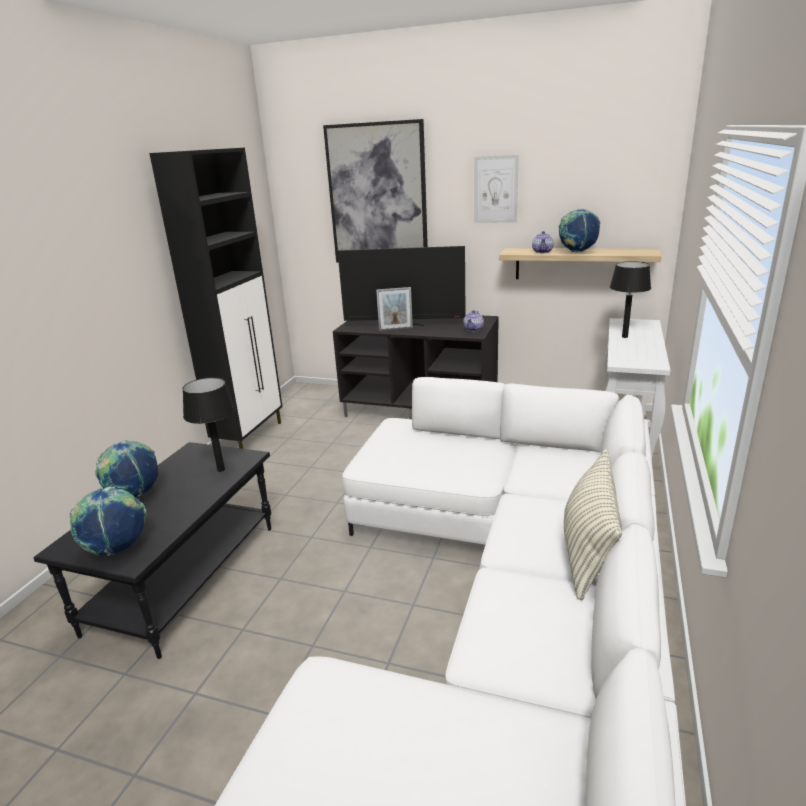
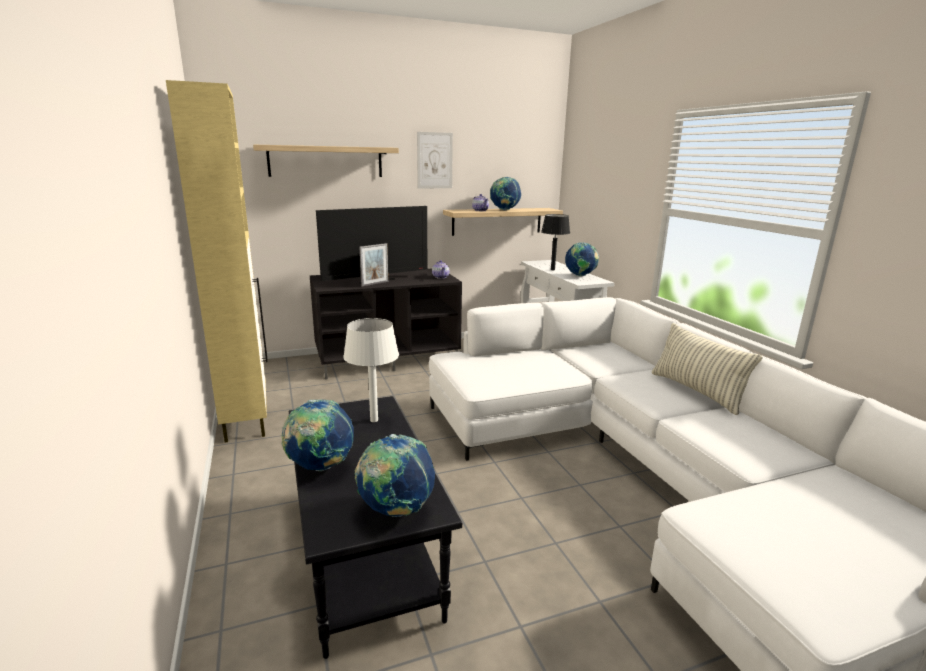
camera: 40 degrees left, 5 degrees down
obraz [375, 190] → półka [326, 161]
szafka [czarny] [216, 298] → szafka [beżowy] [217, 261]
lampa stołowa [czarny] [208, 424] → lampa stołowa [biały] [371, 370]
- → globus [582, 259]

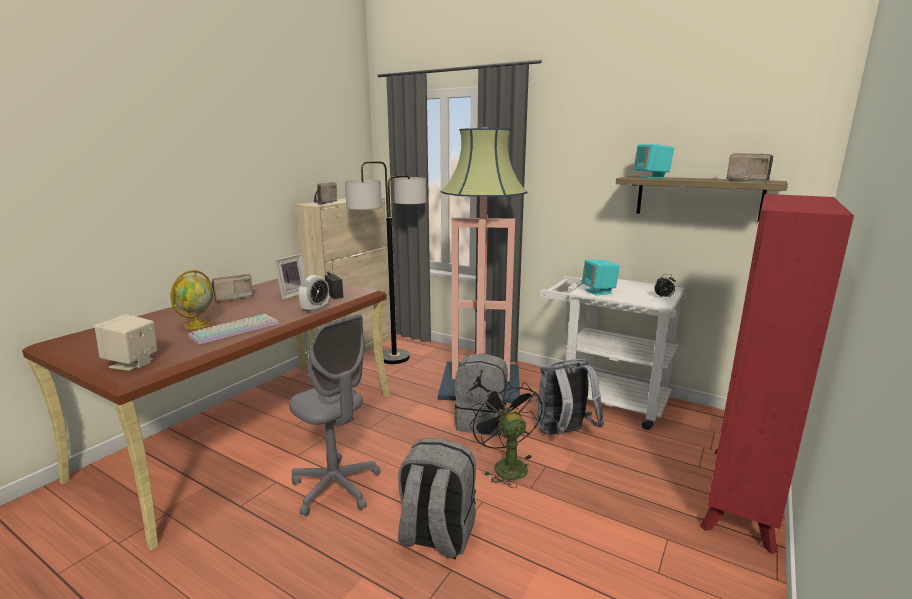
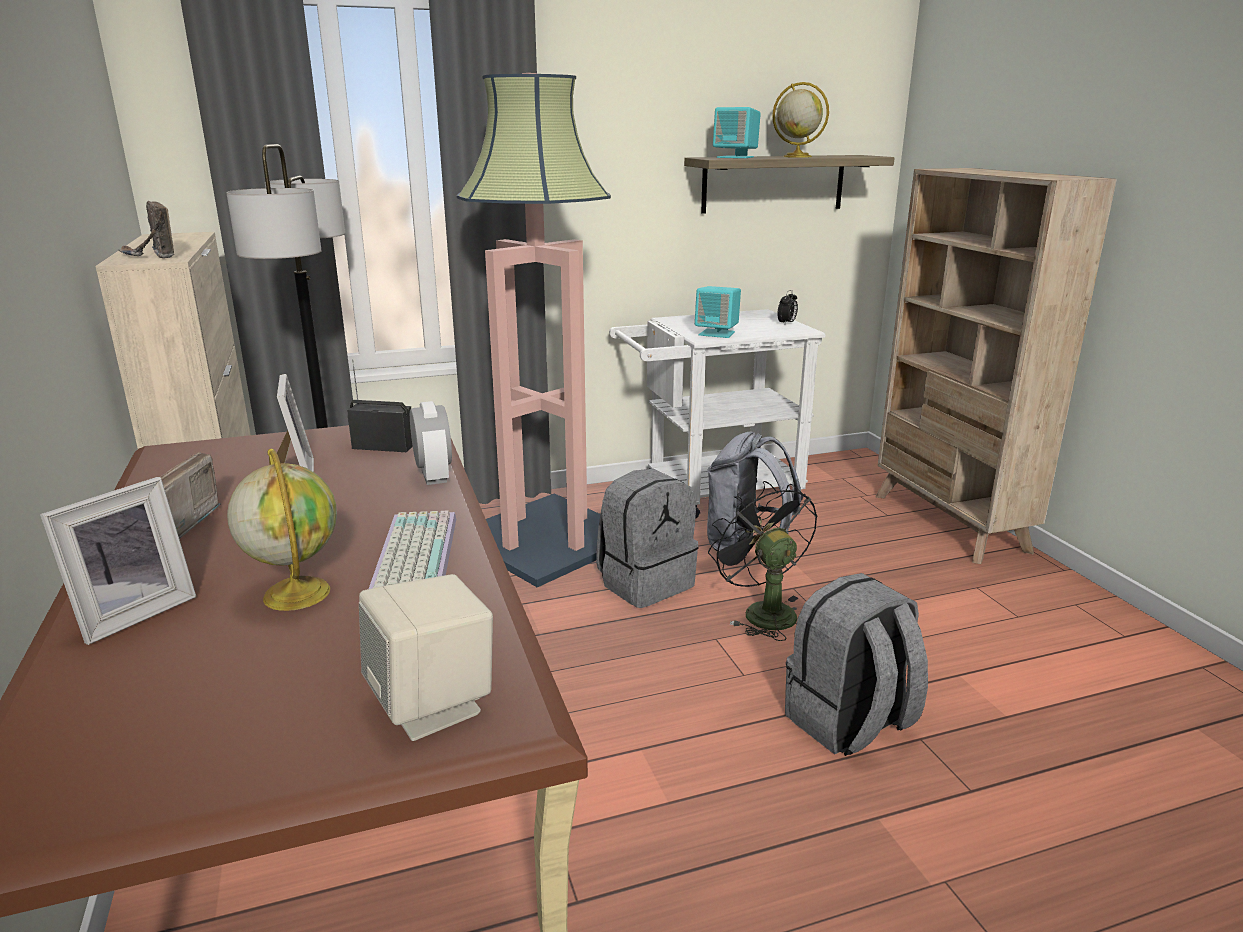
camera: 50 degrees left, 5 degrees up
radio [750, 167] → -
regał [czerwony] [777, 374] → regał [beżowy] [996, 366]
krzesło biurowe [szary] [334, 415] → -
wentylator [czarny] [506, 434] → wentylator [czarny] [762, 561], 45 degrees clockwise
- → globus [800, 120]
- → ramka na zdjęcie [118, 561]

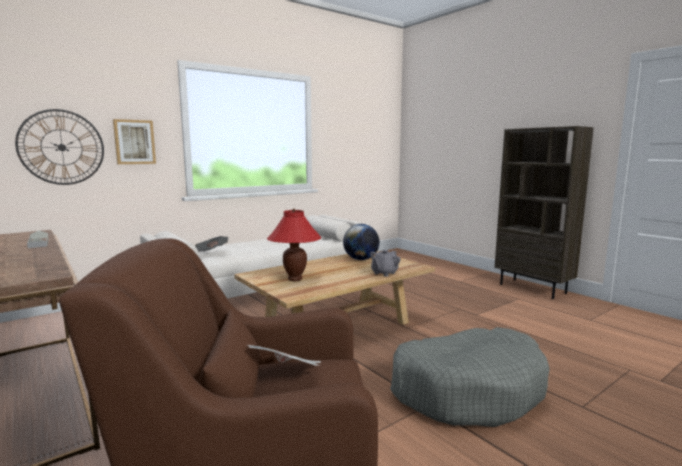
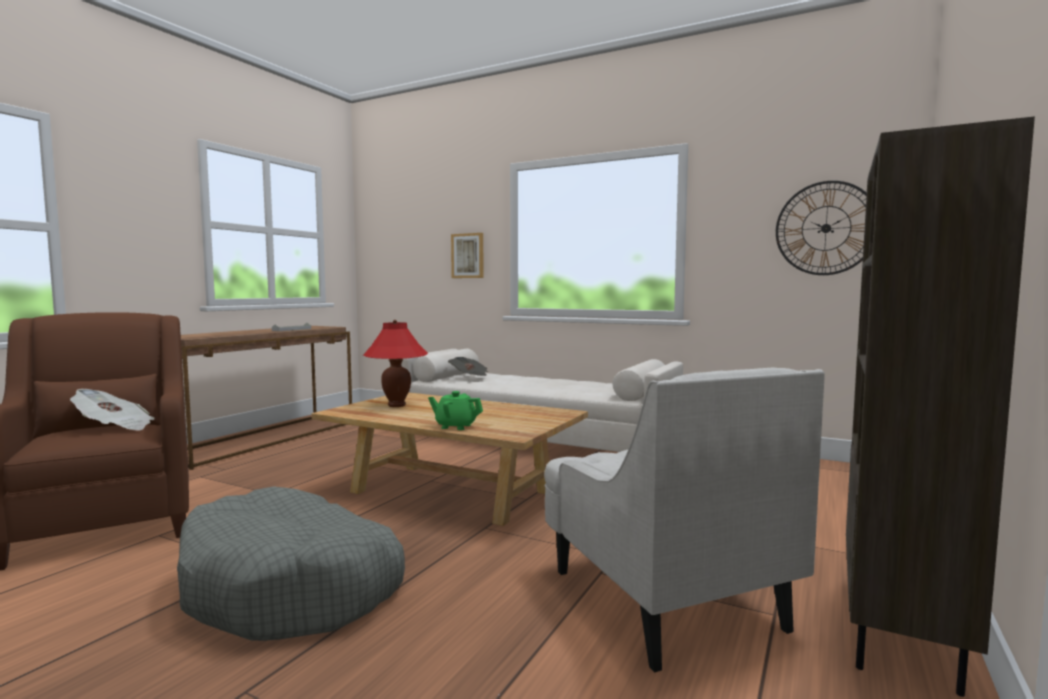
camera: 65 degrees right, 5 degrees down
zegar ścienny [59, 147] → zegar ścienny [821, 228], shifted
globus [361, 242] → -
imbryk [szary] [385, 263] → imbryk [zielony] [455, 410]
- → fotel [biały] [684, 520]

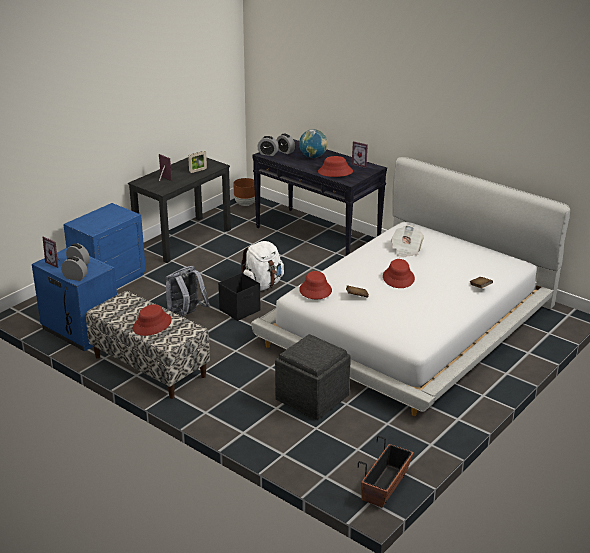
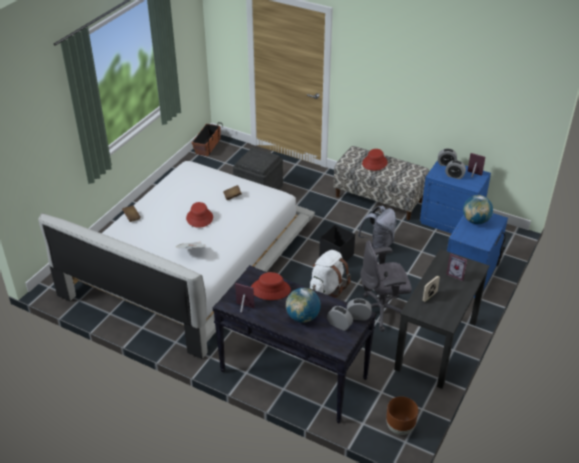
camera: 170 degrees right, 10 degrees up
kapelusz [czerwony] [315, 285] → -
- → globus [478, 209]
- → krzesło biurowe [szary] [386, 286]

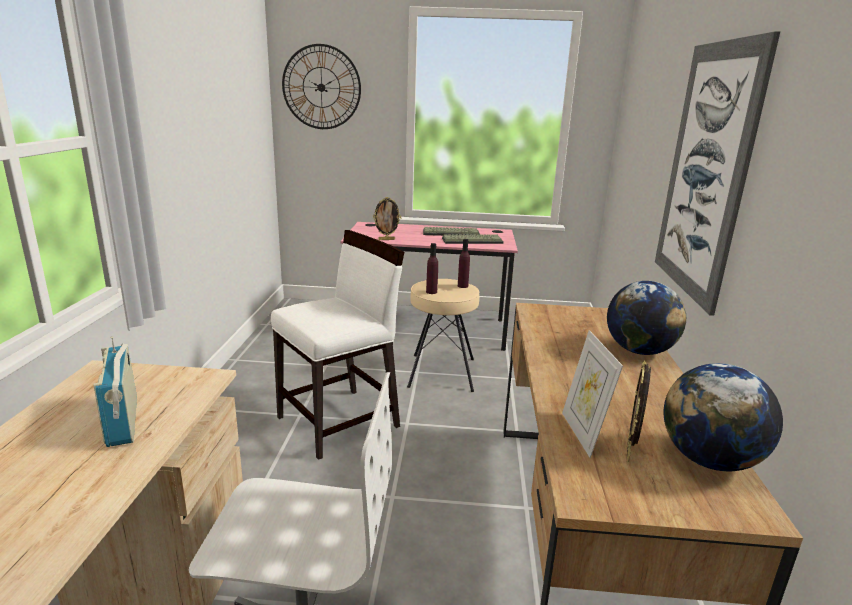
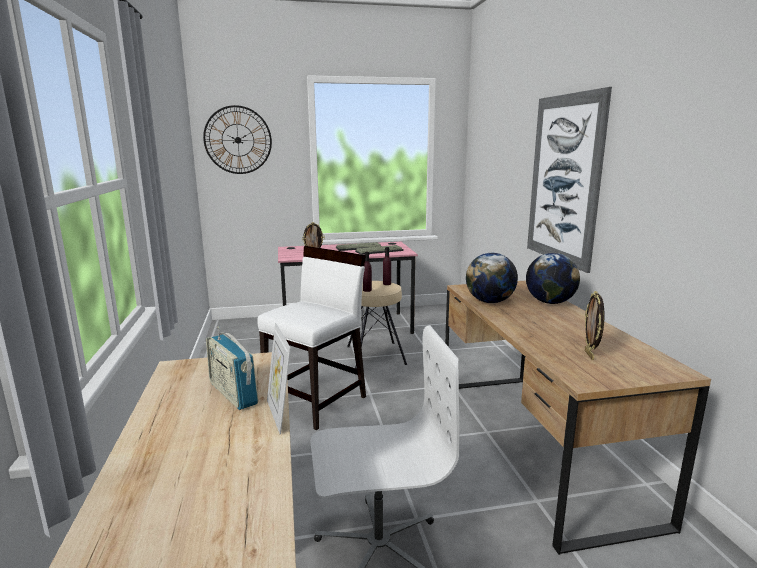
camera: 15 degrees left, 5 degrees down
ramka na zdjęcie [592, 394] → ramka na zdjęcie [279, 378], shifted
globus [723, 417] → globus [492, 278], shifted

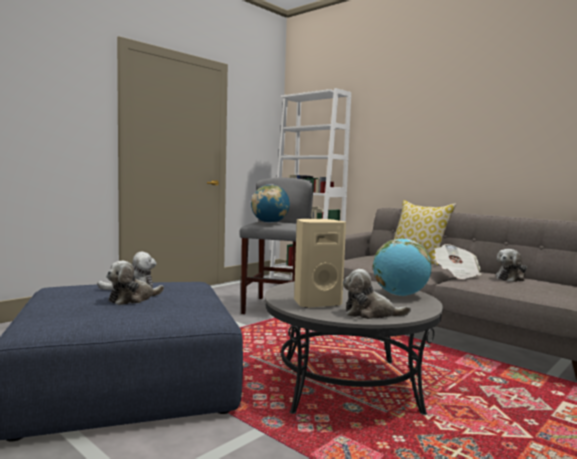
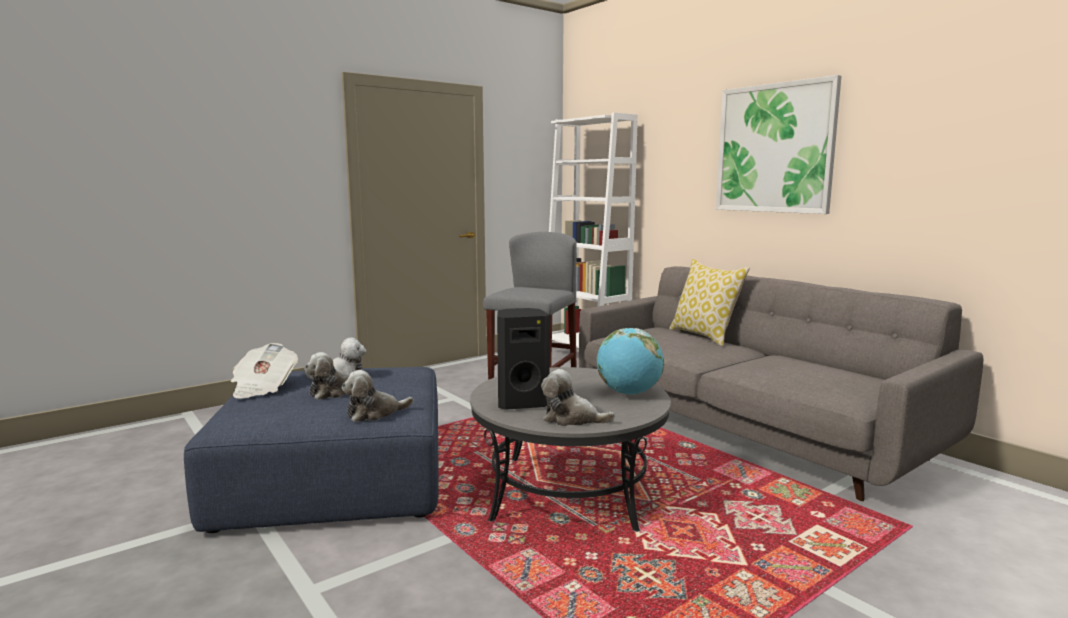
camera: 10 degrees right, 5 degrees up
globus [270, 203] → -
głośnik [beżowy] [320, 263] → głośnik [czarny] [523, 359]
gazeta [458, 261] → gazeta [264, 371], shifted
pluszak [511, 265] → pluszak [377, 396], shifted
- → obraz [778, 144]

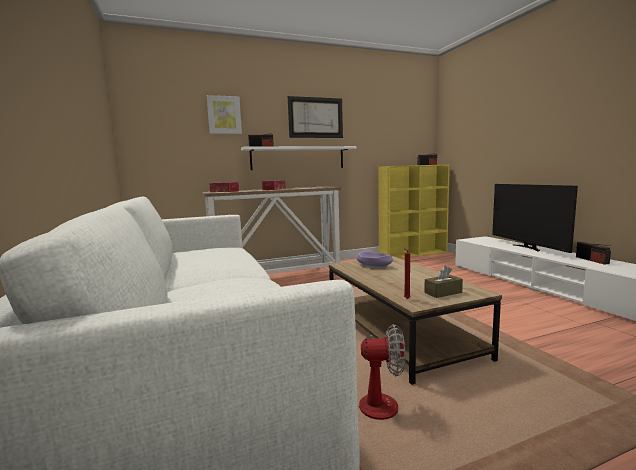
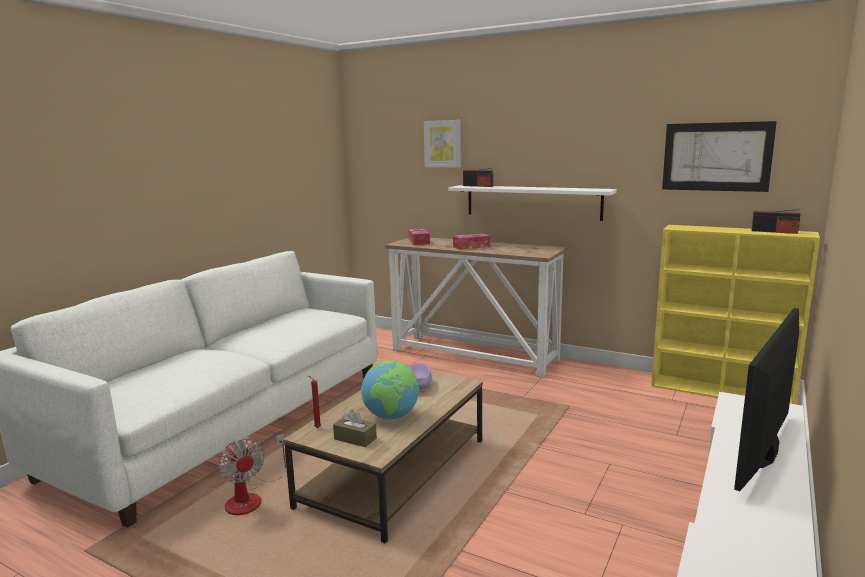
camera: 50 degrees right, 5 degrees up
obraz [315, 117] → obraz [719, 156], shifted
radio [593, 253] → -
- → globus [390, 389]

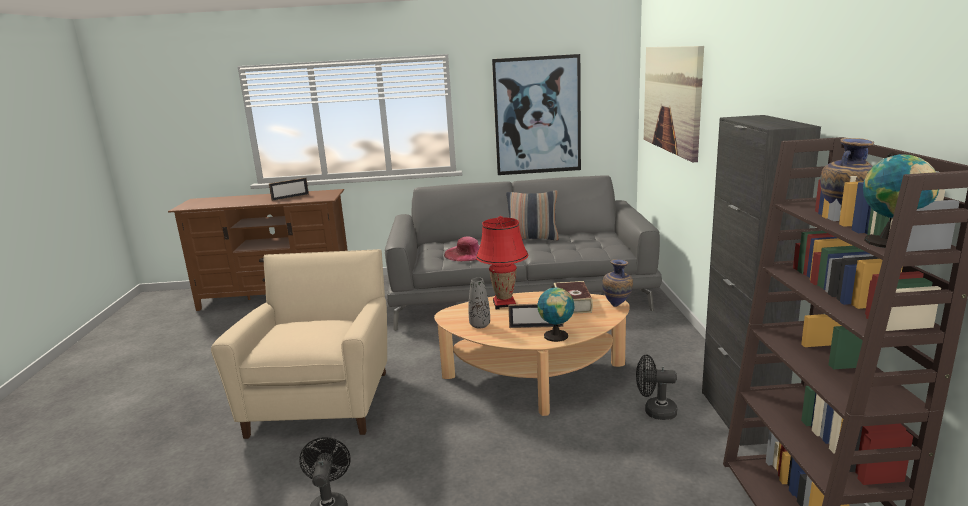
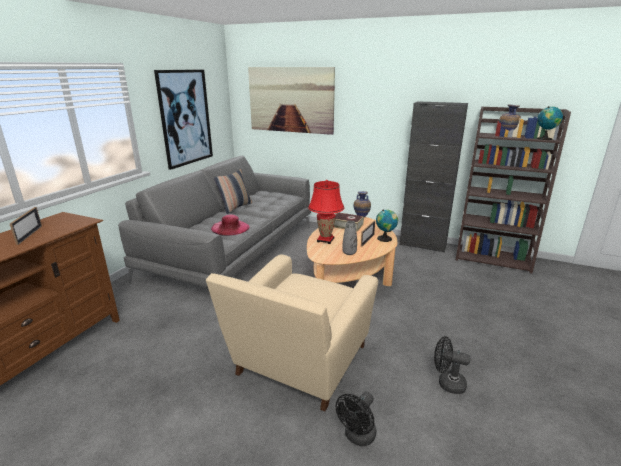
camera: 65 degrees left, 5 degrees up
fotel [beżowy] [299, 344] → fotel [beżowy] [292, 332], 90 degrees counterclockwise
wentylator [czarny] [656, 387] → wentylator [czarny] [356, 418], shifted

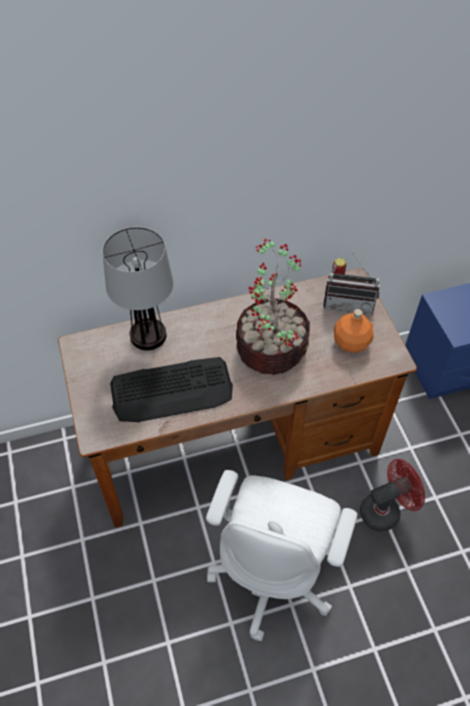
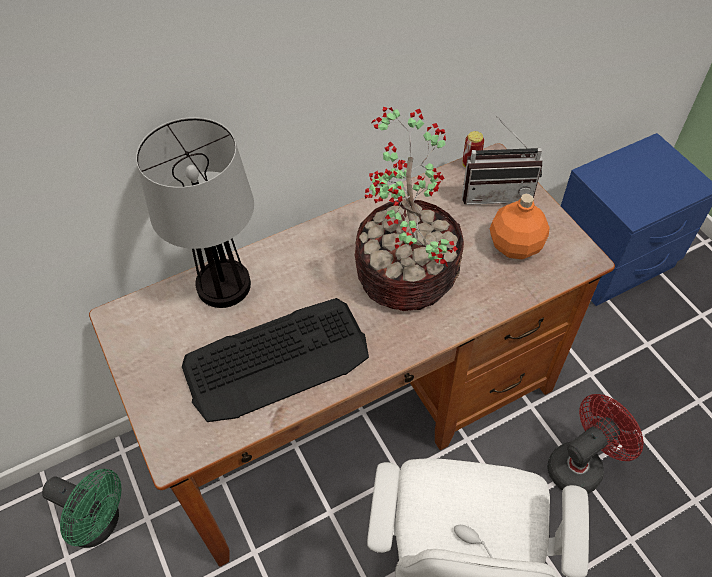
camera: 10 degrees left, 0 degrees up
- → wentylator [zielony] [81, 508]

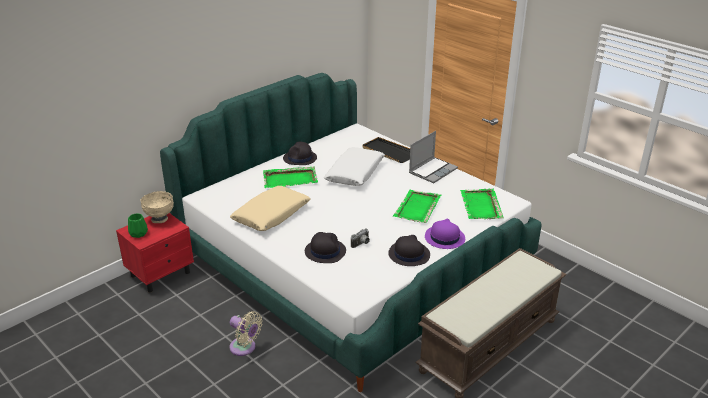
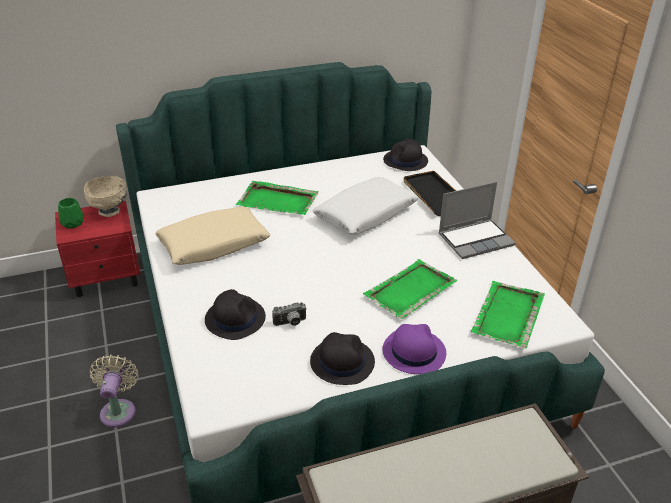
camera: 25 degrees right, 5 degrees up
kapelusz [czarny] [300, 153] → kapelusz [czarny] [405, 155], shifted
wentylator [beżowy] [246, 333] → wentylator [beżowy] [114, 391], 150 degrees counterclockwise

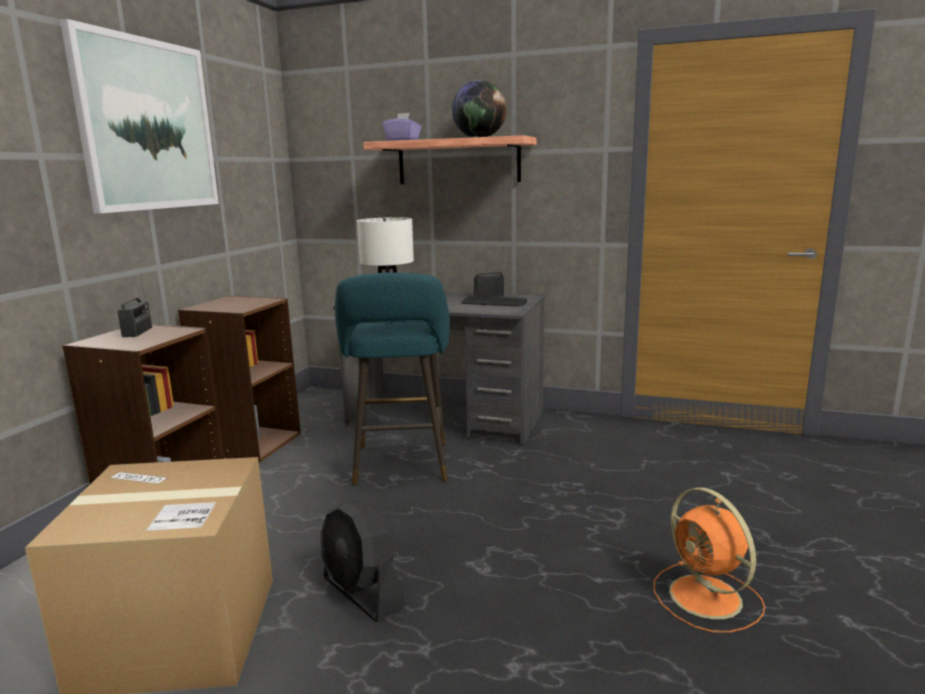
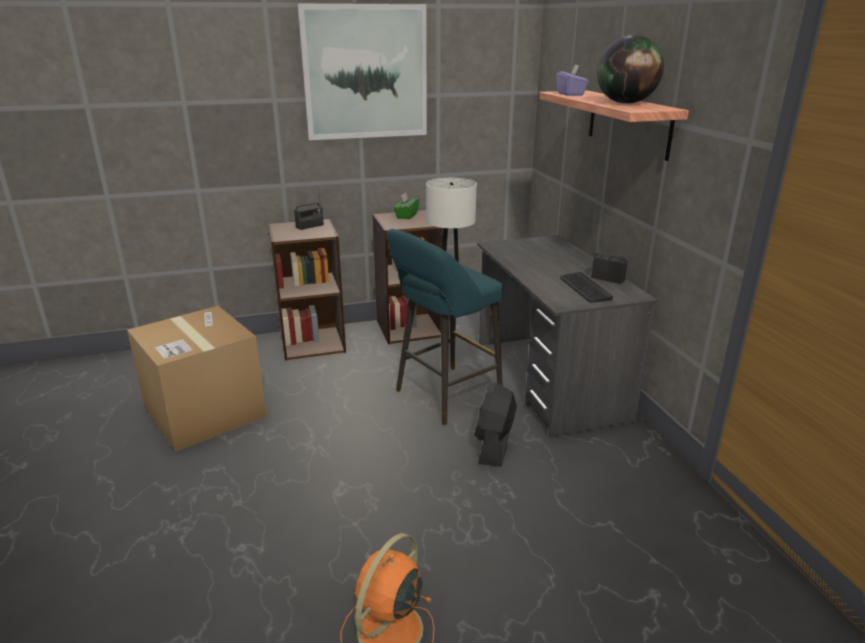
camera: 55 degrees right, 10 degrees up
wentylator [czarny] [362, 561] → wentylator [czarny] [495, 424], shifted
- → pudełko chusteczek [zielony] [406, 206]

